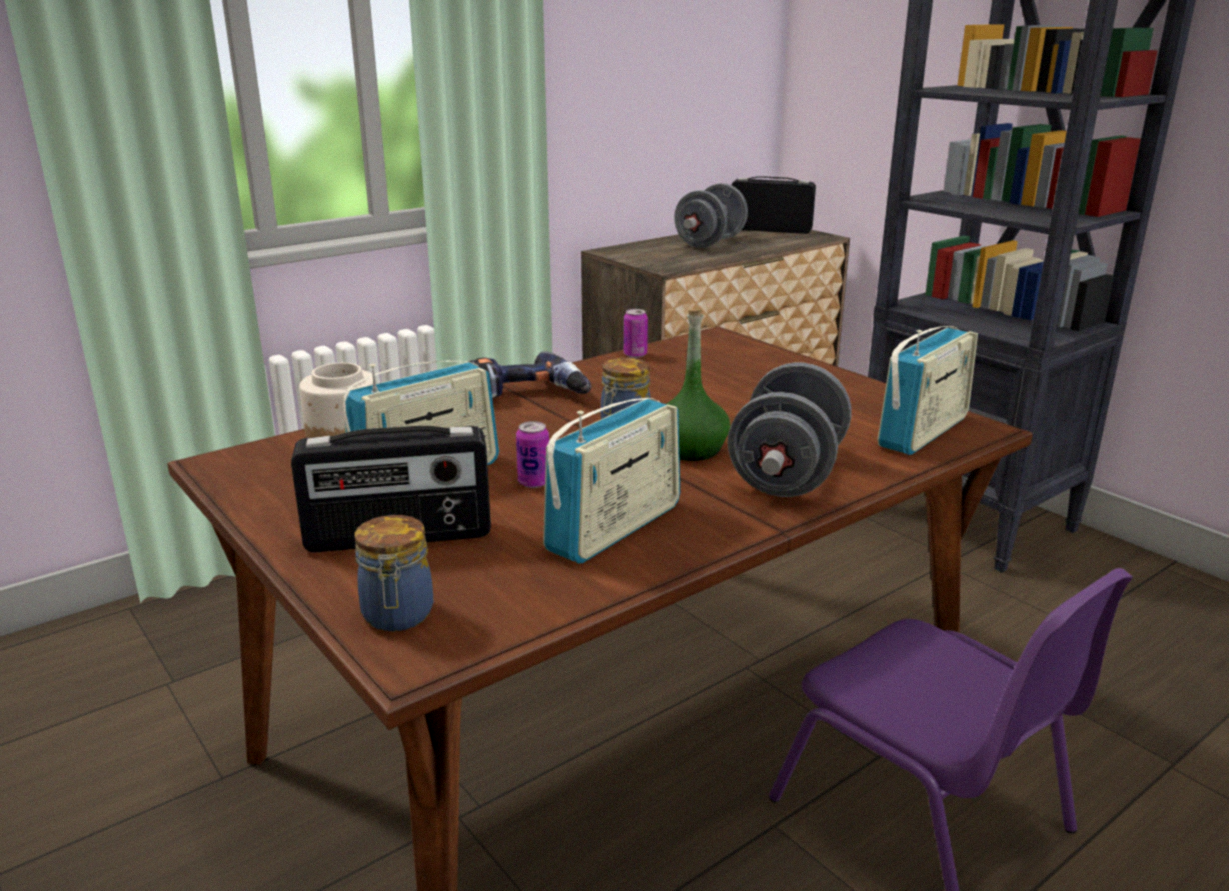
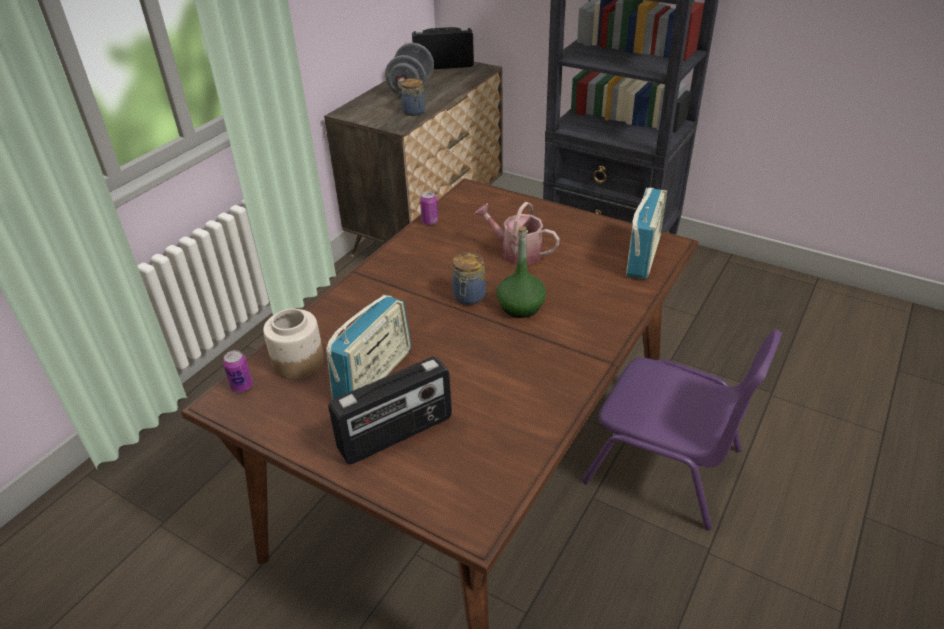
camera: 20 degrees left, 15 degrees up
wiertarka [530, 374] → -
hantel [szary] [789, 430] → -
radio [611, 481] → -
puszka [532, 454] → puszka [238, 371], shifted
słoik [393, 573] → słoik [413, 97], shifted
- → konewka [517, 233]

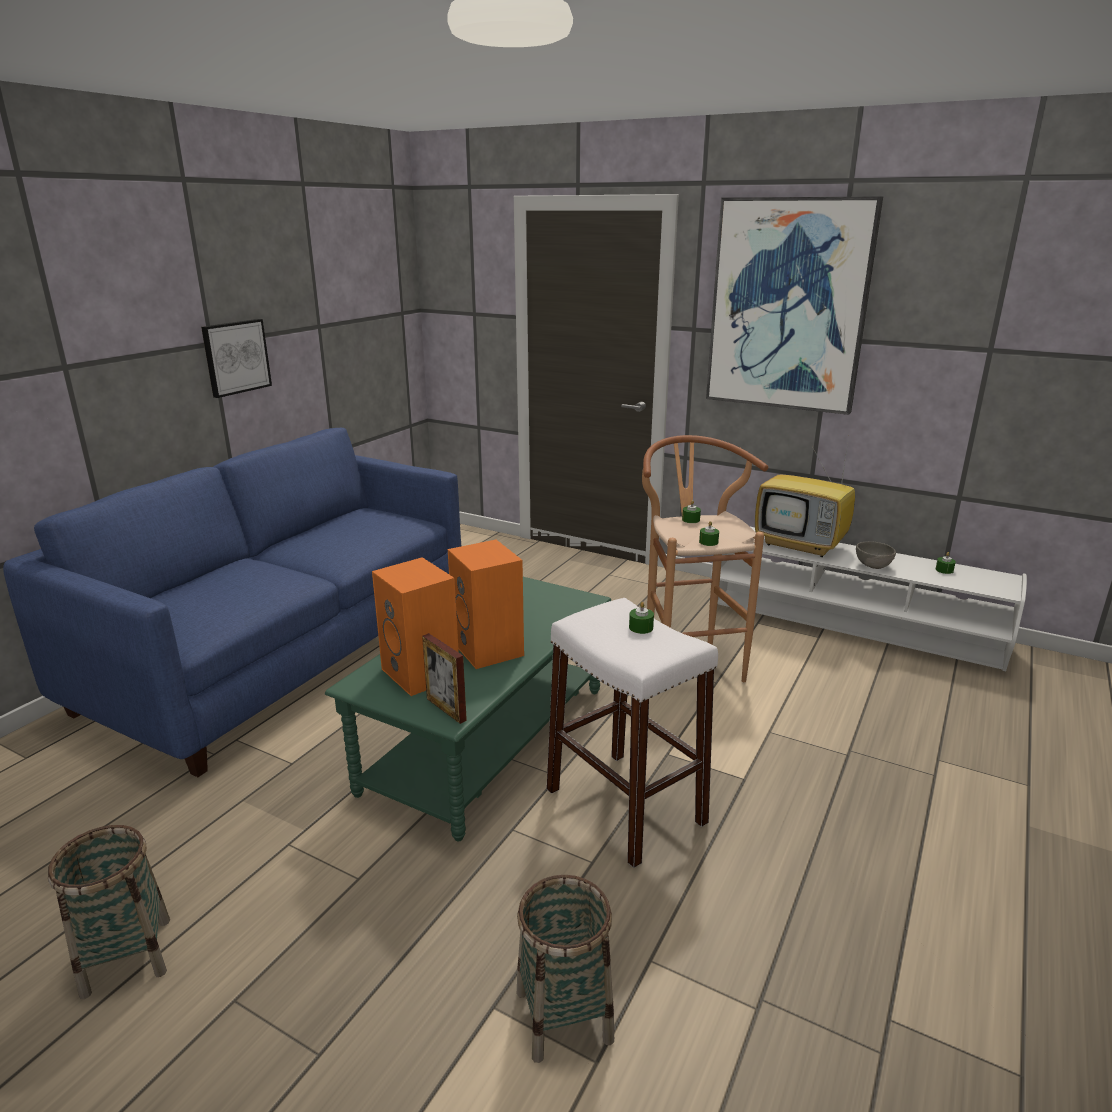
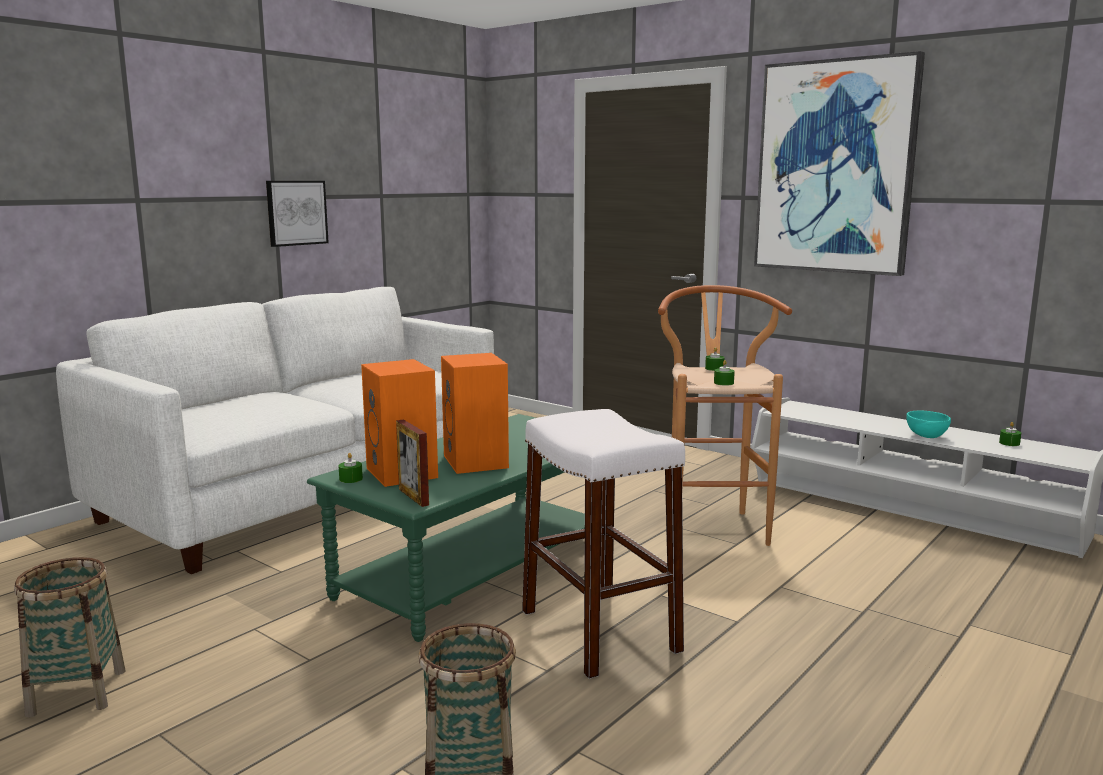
camera: 10 degrees right, 10 degrees down
kanapa [niebieski] [232, 602] → kanapa [biały] [275, 430]
telewizor [805, 500] → -
miska [szary] [876, 555] → miska [turkusowy] [928, 424]
świeca [zielony] [641, 618] → świeca [zielony] [350, 468], shifted

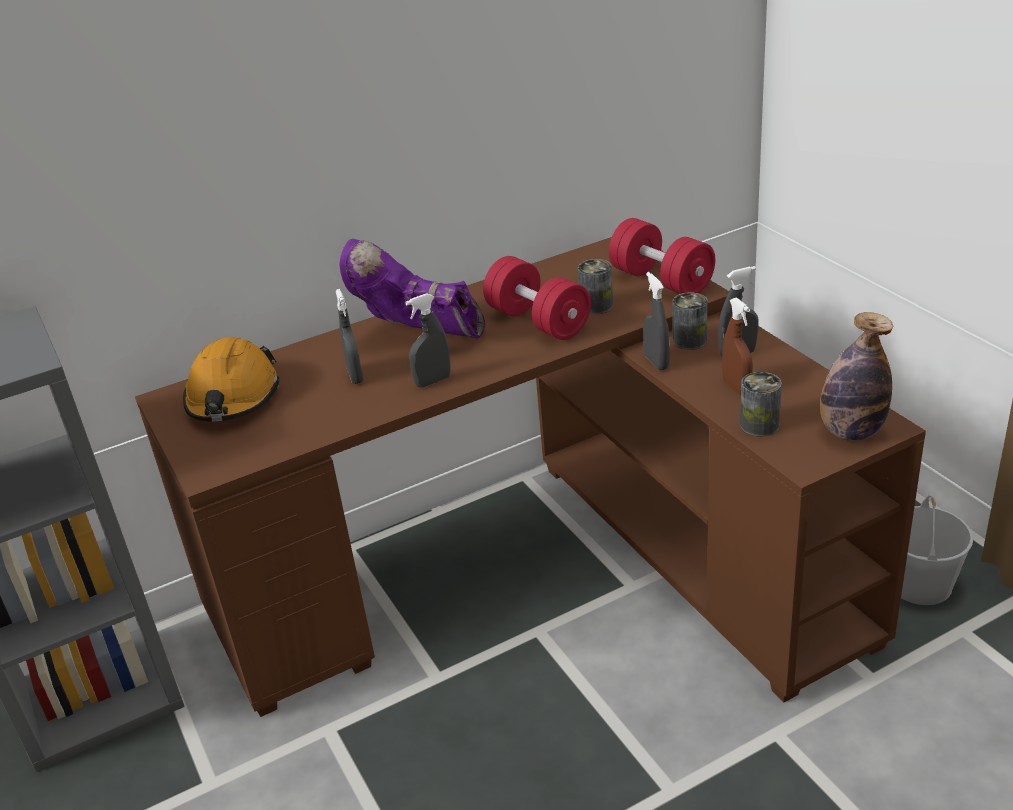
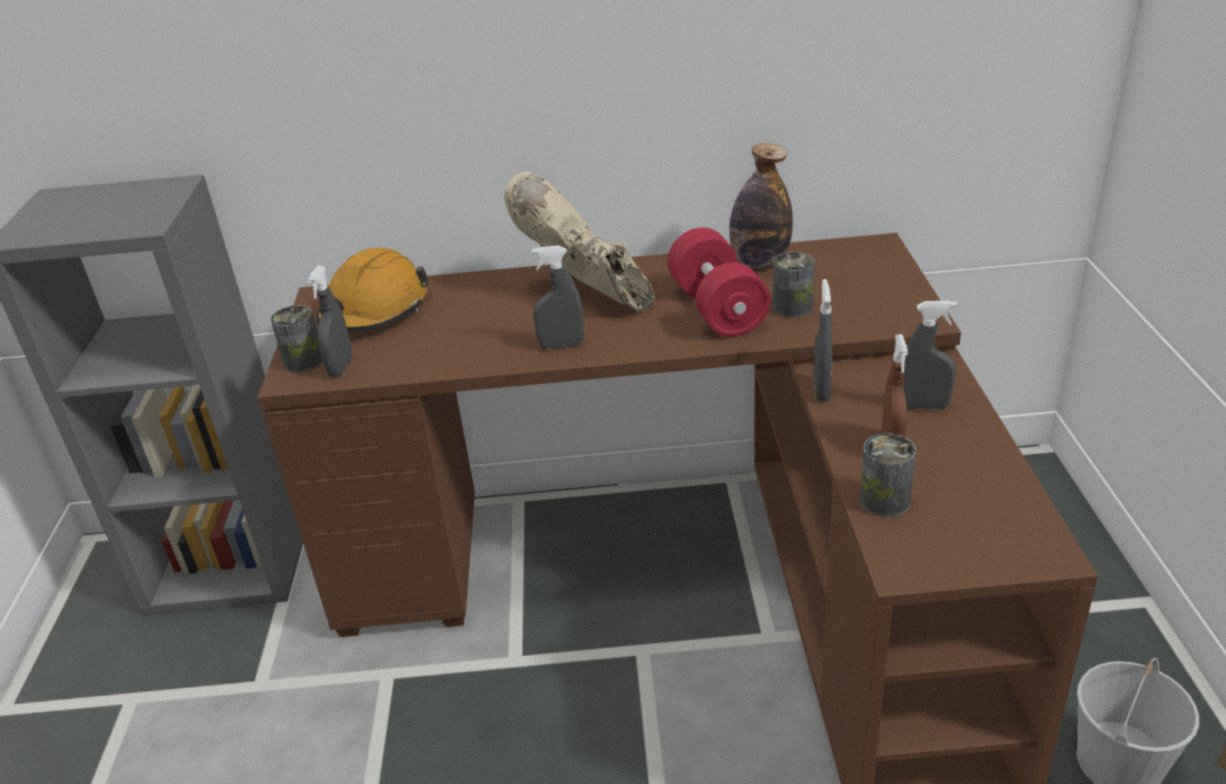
camera: 25 degrees right, 0 degrees up
hantel [czerwony] [662, 256] → -
but z cholewką [fioletowy] [412, 289] → but z cholewką [beżowy] [579, 241]
spryskiwacz [szary] [349, 336] → spryskiwacz [szary] [329, 321], shifted
puszka [690, 321] → puszka [297, 339], shifted
butelka [856, 376] → butelka [761, 205], shifted

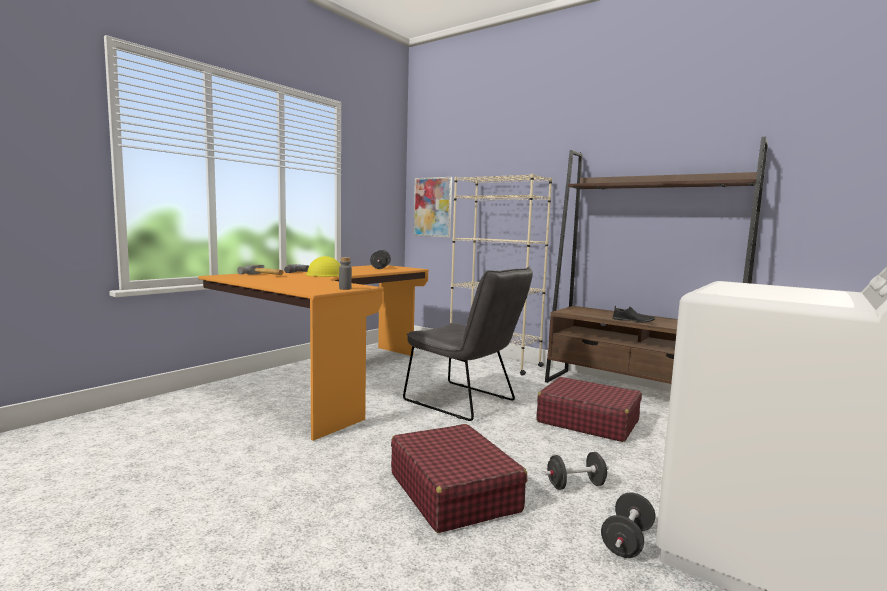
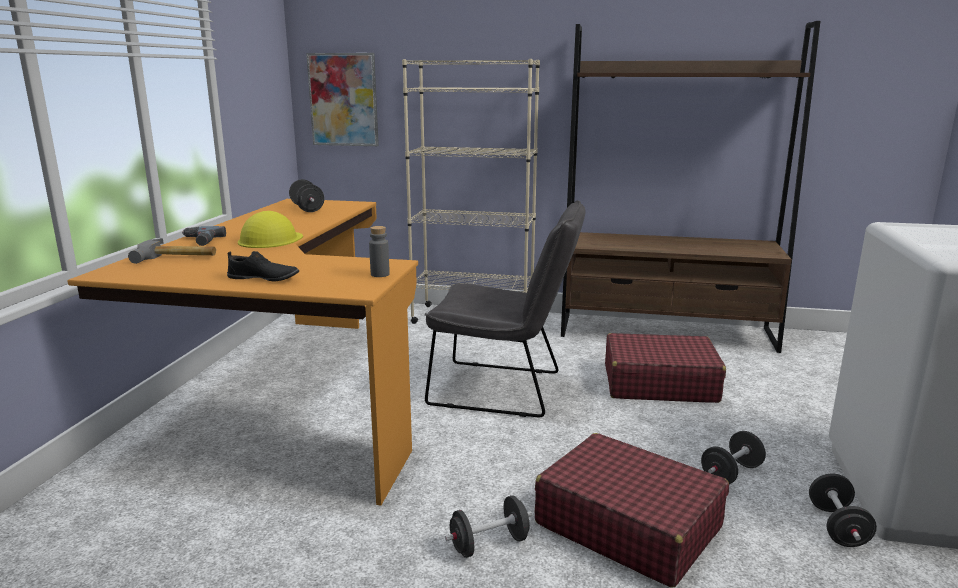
camera: 25 degrees left, 10 degrees up
but [czarny] [633, 314] → but [czarny] [263, 266], shifted
- → hantel [czarny] [488, 526]

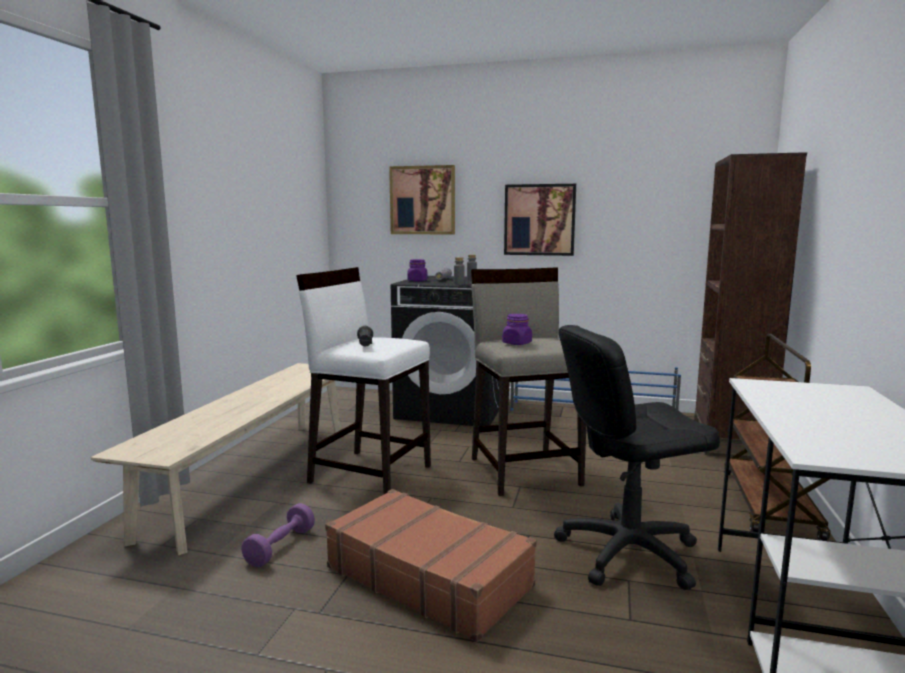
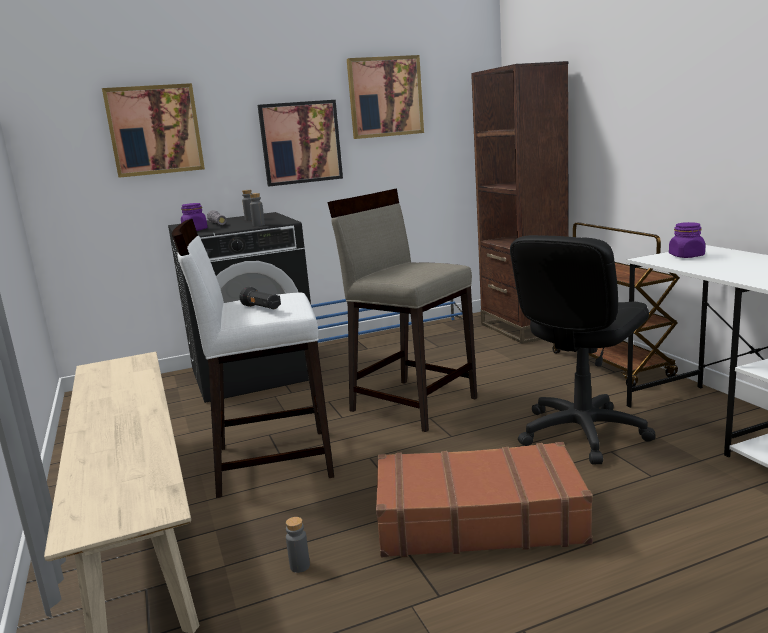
camera: 35 degrees left, 5 degrees up
słoik [fioletowy] [517, 329] → słoik [fioletowy] [687, 240], shifted
hantel [fioletowy] [278, 535] → butelka [szary] [298, 545]
- → obraz [385, 97]

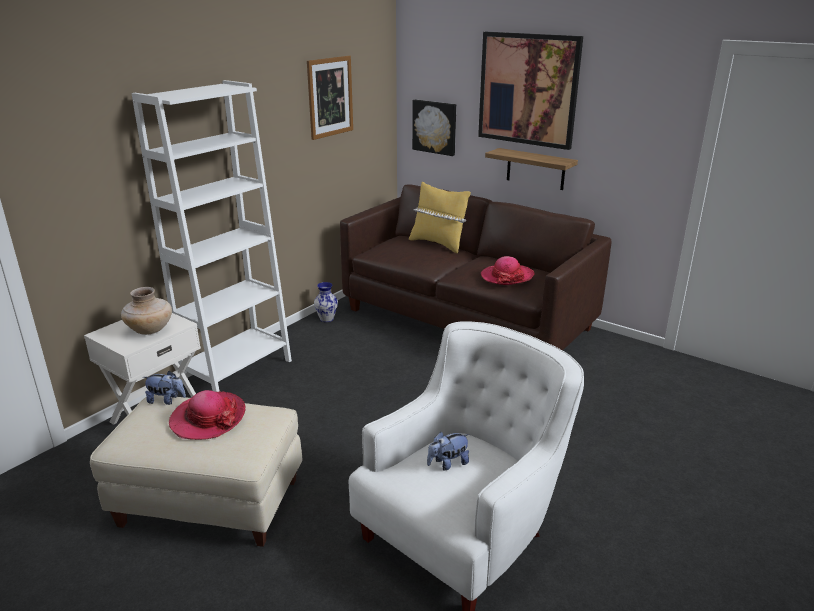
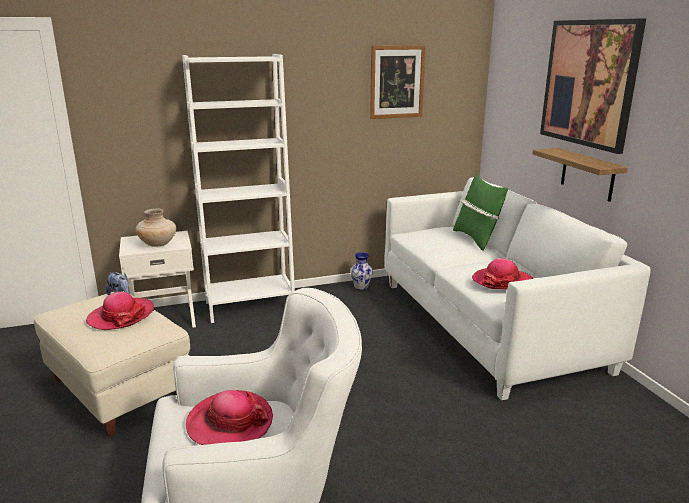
camera: 35 degrees right, 5 degrees down
obraz [434, 127] → -
poduszka [żółty] [440, 217] → poduszka [zielony] [480, 212]
kanapa [brązowy] [475, 267] → kanapa [biały] [517, 288]
pluszak [448, 451] → kapelusz [229, 417]

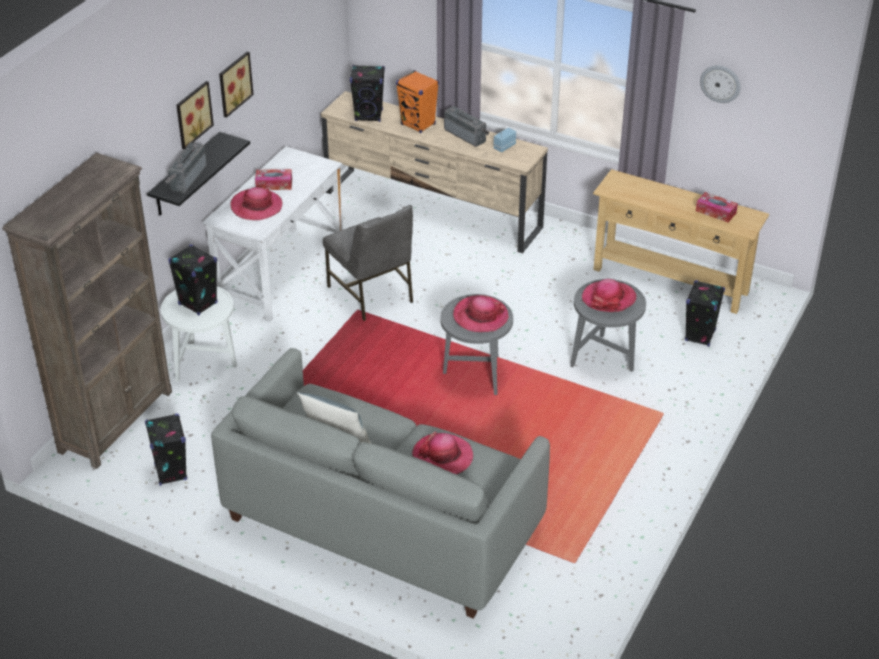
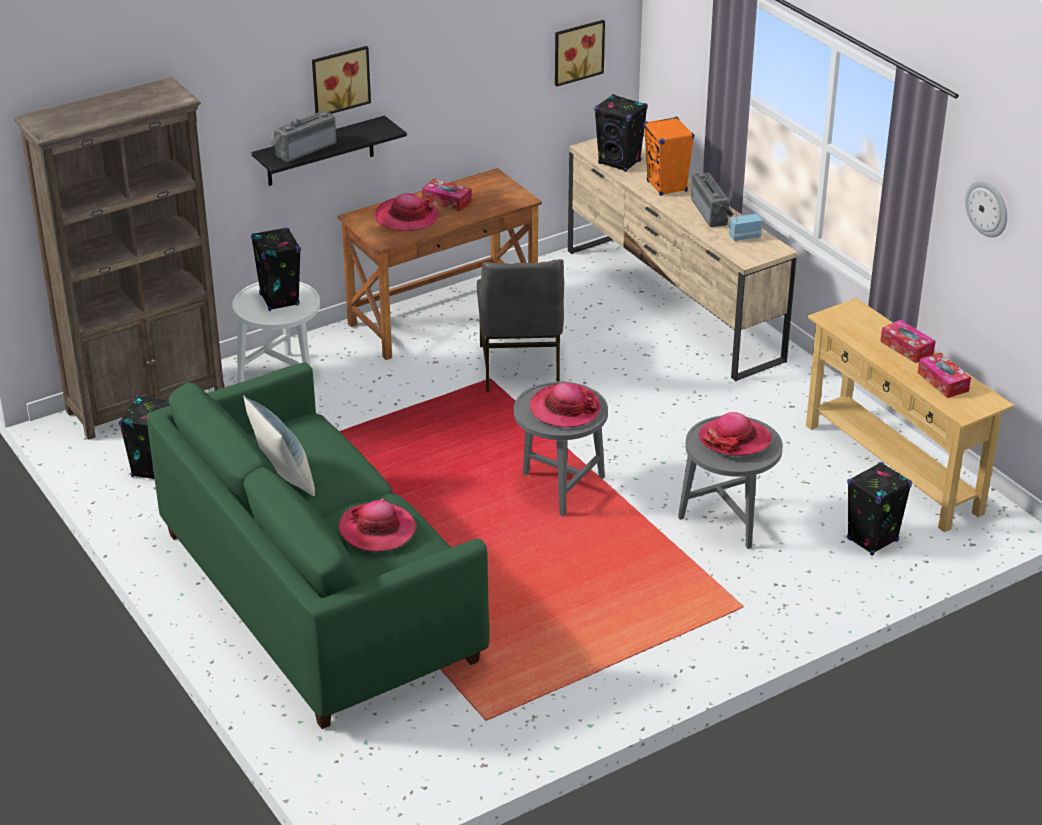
camera: 30 degrees right, 5 degrees down
obraz [236, 85] → obraz [580, 53], shifted
biurko [biały] [273, 234] → biurko [brązowy] [440, 264]
kanapa [szary] [380, 483] → kanapa [zielony] [318, 545]
- → pudełko chusteczek [907, 341]

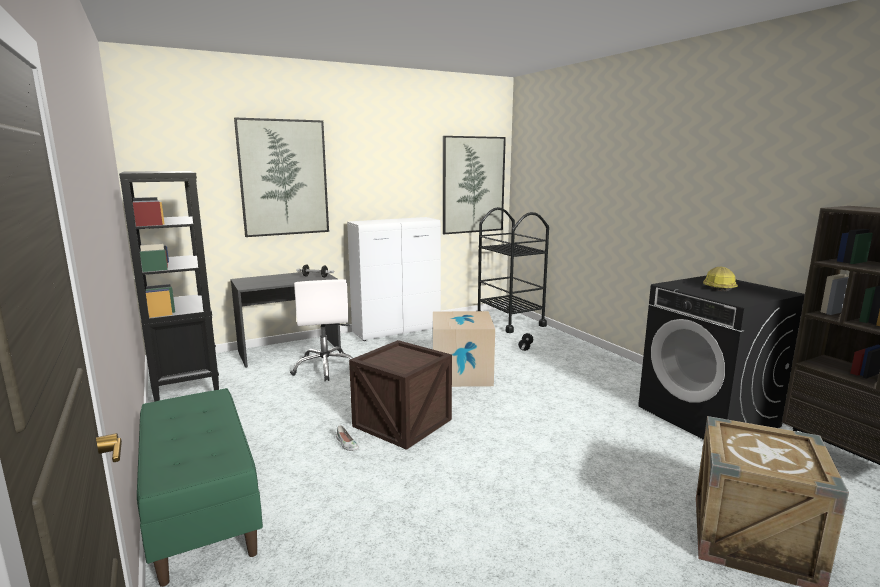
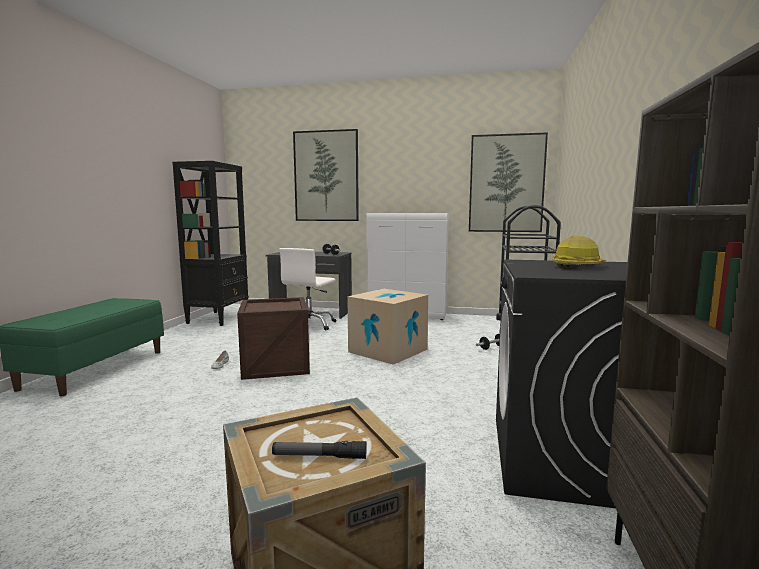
camera: 40 degrees right, 5 degrees down
- → latarka [319, 450]

